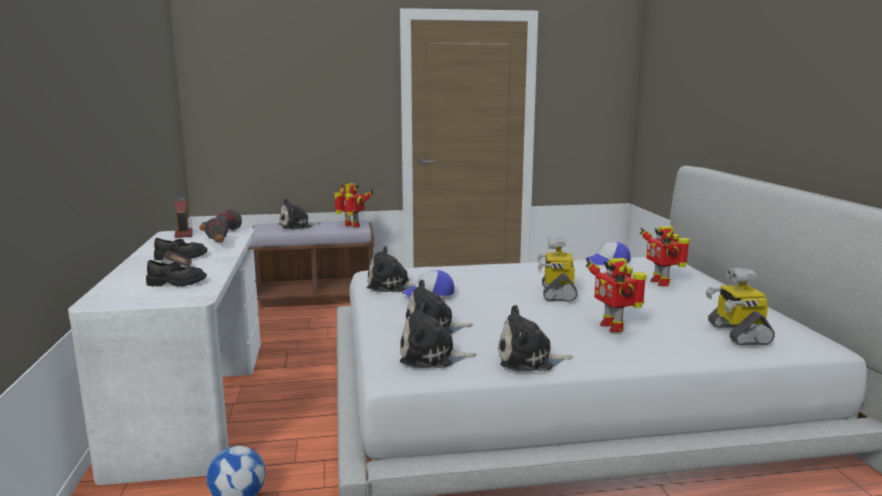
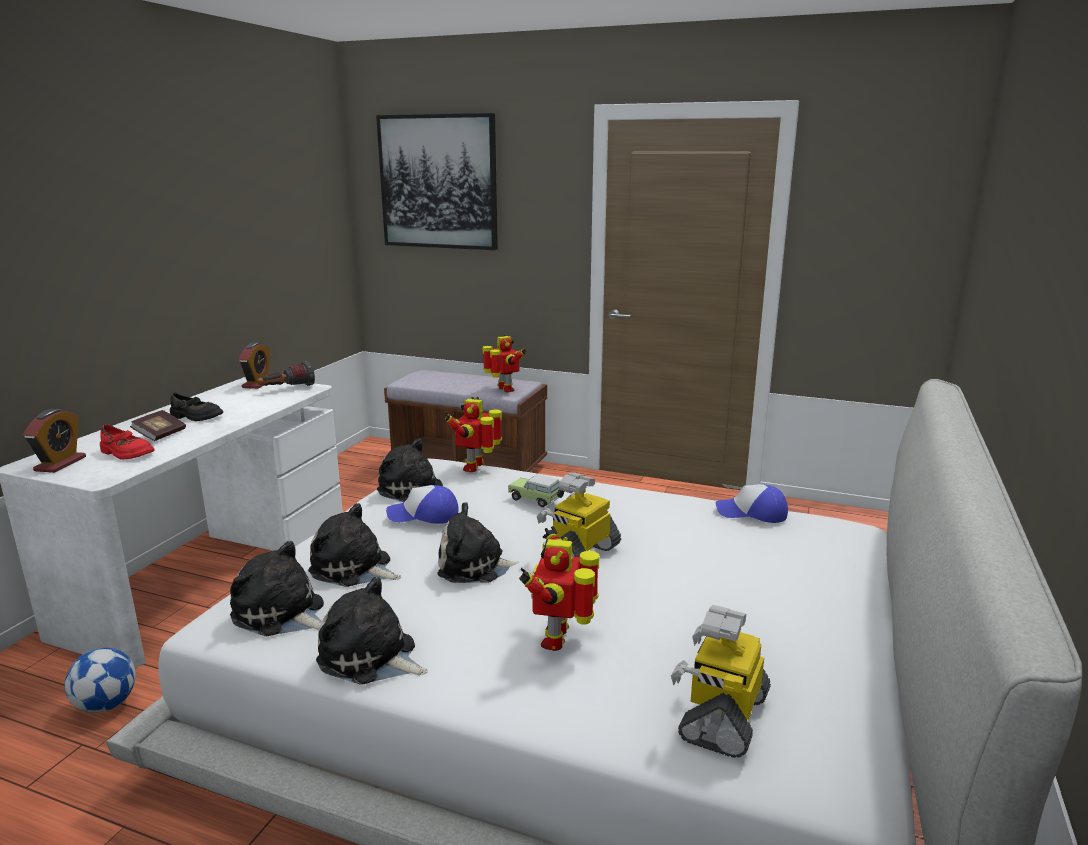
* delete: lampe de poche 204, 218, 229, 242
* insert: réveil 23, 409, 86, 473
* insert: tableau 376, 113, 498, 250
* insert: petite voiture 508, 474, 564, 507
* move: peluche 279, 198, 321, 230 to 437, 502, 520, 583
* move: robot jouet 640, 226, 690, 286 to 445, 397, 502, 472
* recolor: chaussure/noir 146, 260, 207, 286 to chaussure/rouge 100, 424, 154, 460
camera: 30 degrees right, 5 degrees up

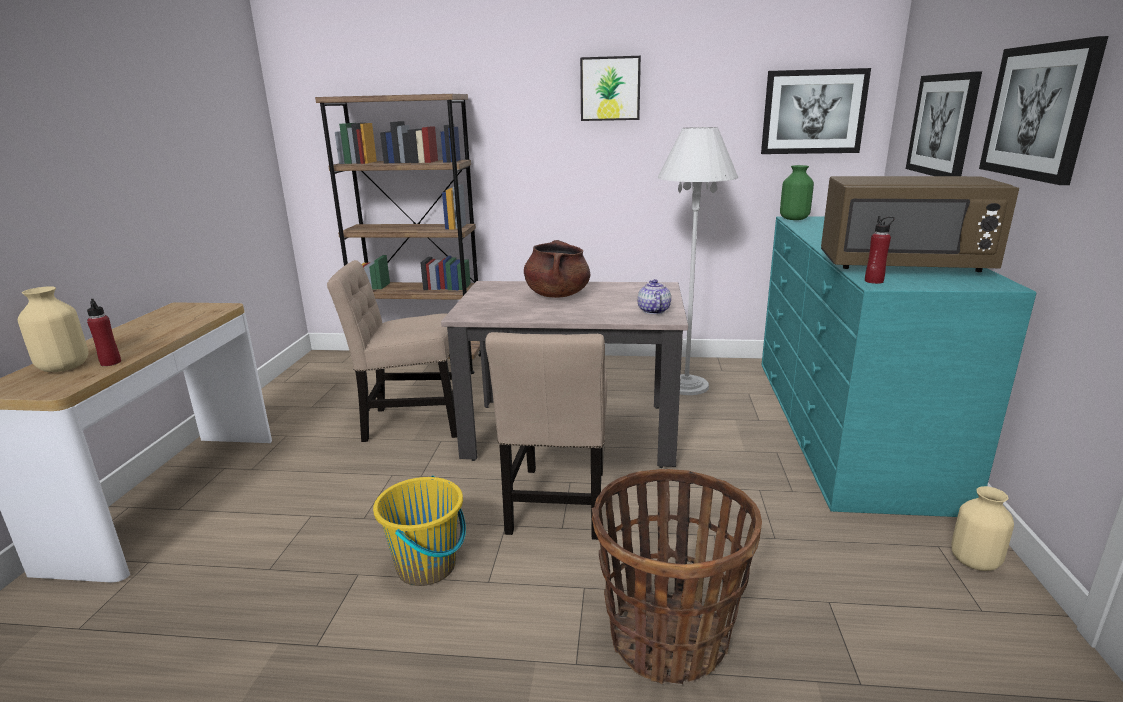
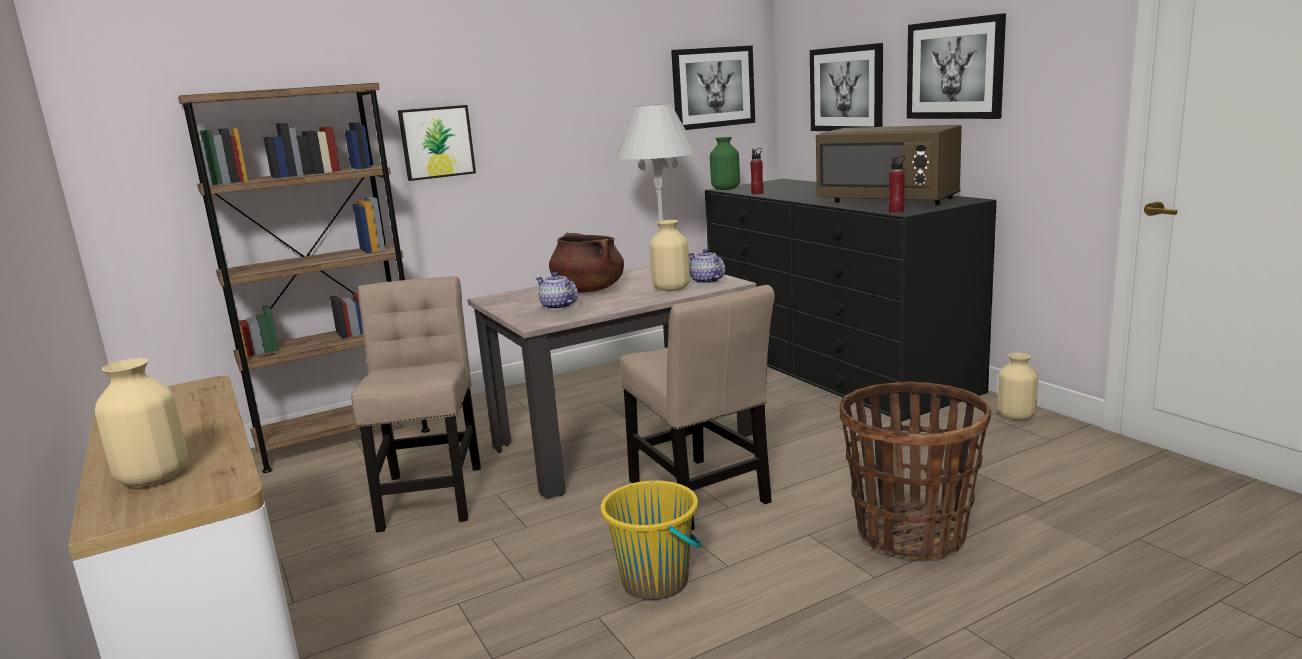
* insert: théière 536, 272, 578, 310
* insert: vase/beige 649, 220, 690, 291
* move: bouteille/rouge 87, 299, 121, 366 to 750, 148, 764, 194
* move: tableau 580, 56, 641, 121 to 398, 105, 476, 181
* recolor: commode/turquoise 762, 216, 1037, 517 to commode/noir 705, 179, 996, 422
* rotate: chaise/beige 327, 260, 457, 442 = 351, 276, 481, 532 120 degrees clockwise
* rotate: micro-ondes/marron 821, 176, 1019, 272 = 816, 125, 962, 205 60 degrees clockwise
camera: 35 degrees left, 5 degrees down

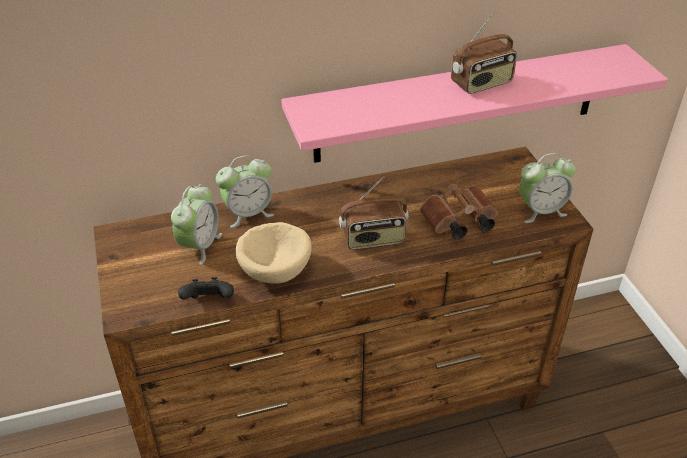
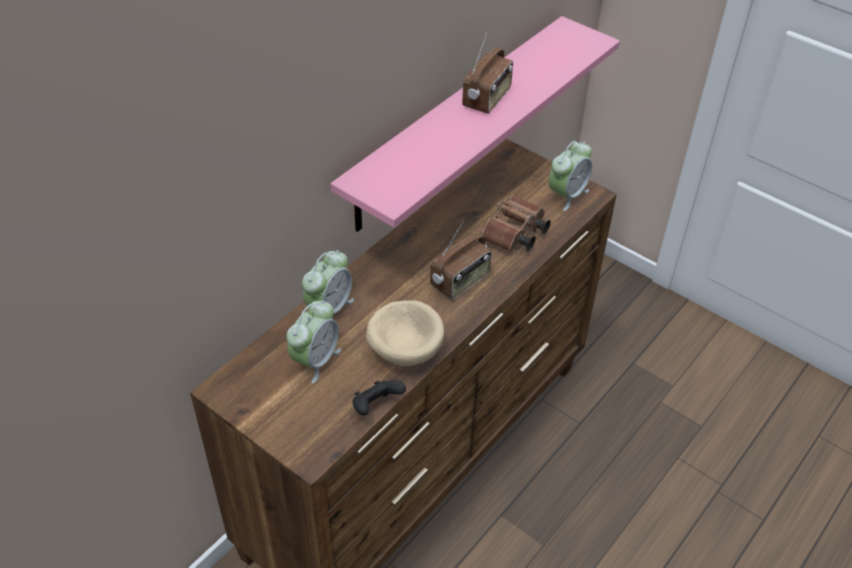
* rotate: réveil 171, 184, 222, 265 = 286, 300, 341, 384 45 degrees clockwise
camera: 35 degrees left, 5 degrees up

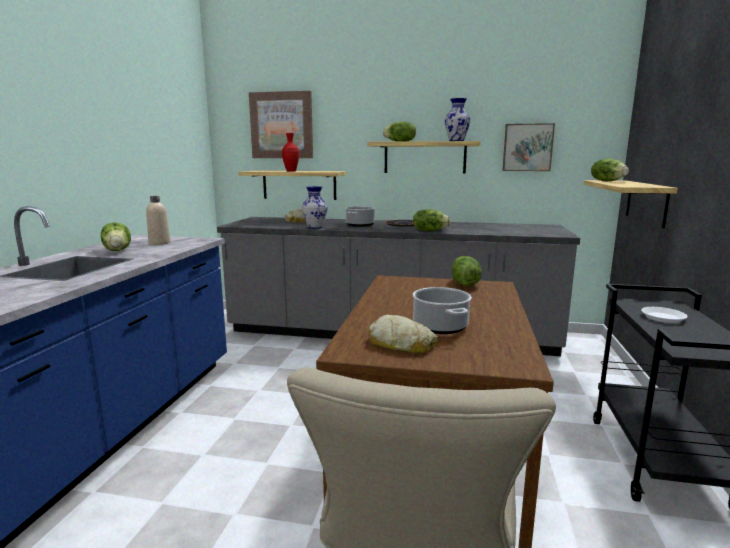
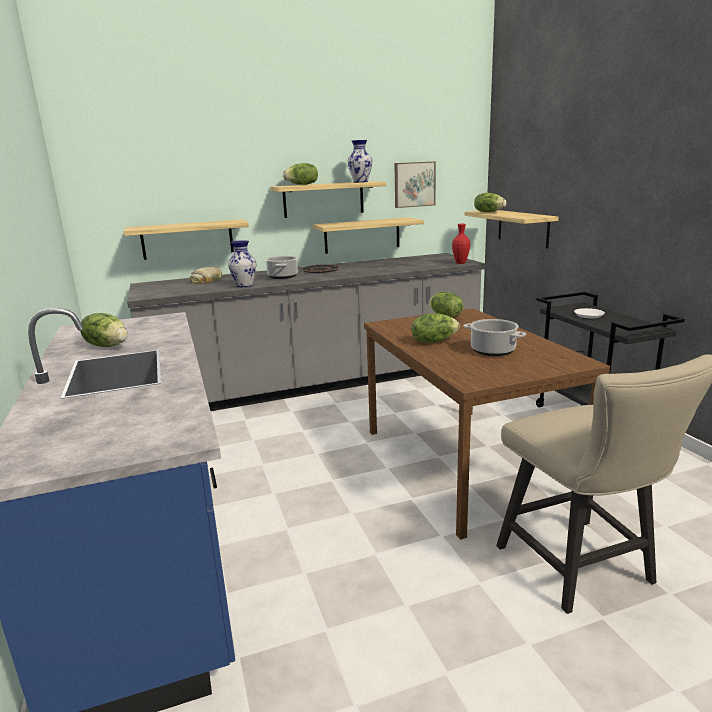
* delete: bouteille/beige 146, 196, 170, 245
* delete: tableau 249, 91, 313, 158
* delete: pain 368, 315, 438, 353
* insert: étagère 313, 217, 424, 254
* move: vase/rouge 282, 133, 299, 172 to 452, 224, 470, 264
* move: laitue 413, 209, 451, 231 to 412, 313, 459, 343
camera: 30 degrees left, 5 degrees up

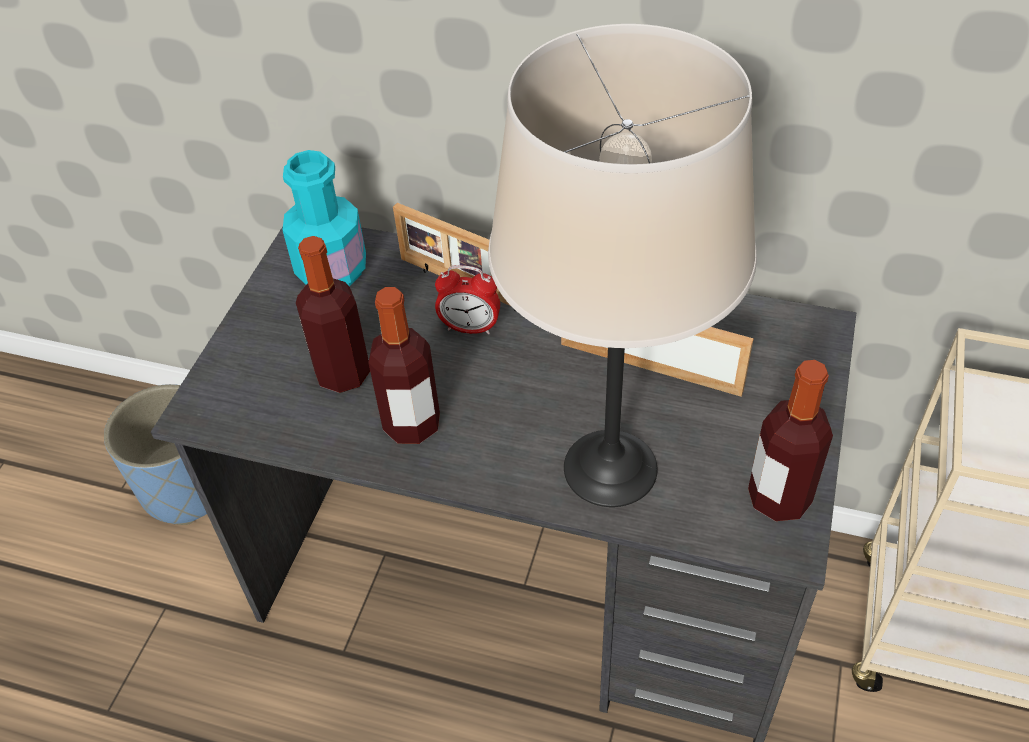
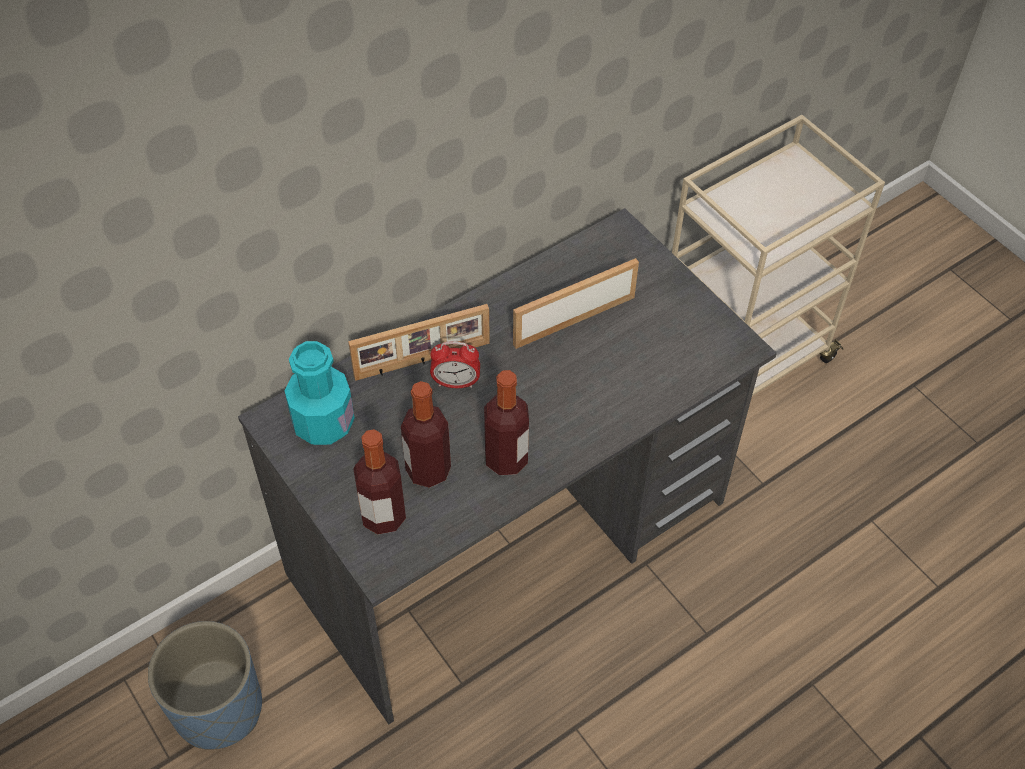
* delete: lampe de table/beige 488, 24, 757, 507
* move: bouteille 748, 360, 833, 521 to 353, 429, 406, 534
* rotate: réveil 435, 265, 500, 334 = 430, 342, 480, 388 45 degrees clockwise
camera: 55 degrees left, 5 degrees up

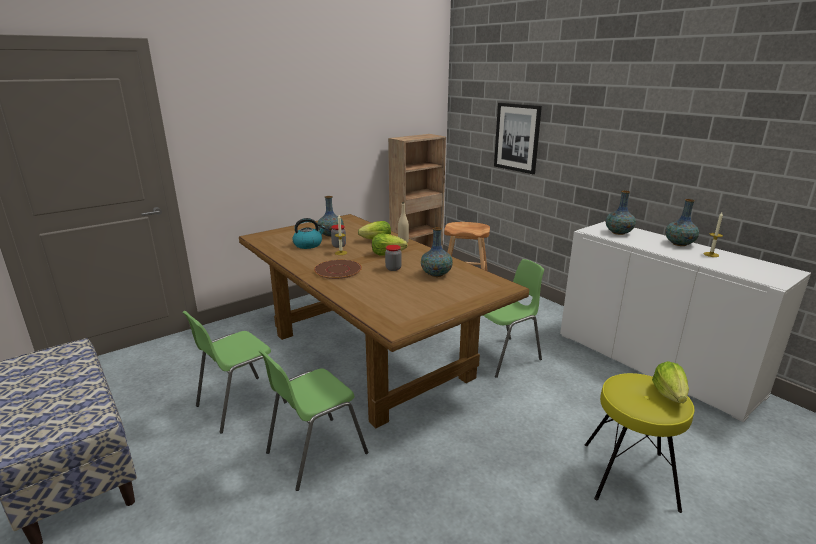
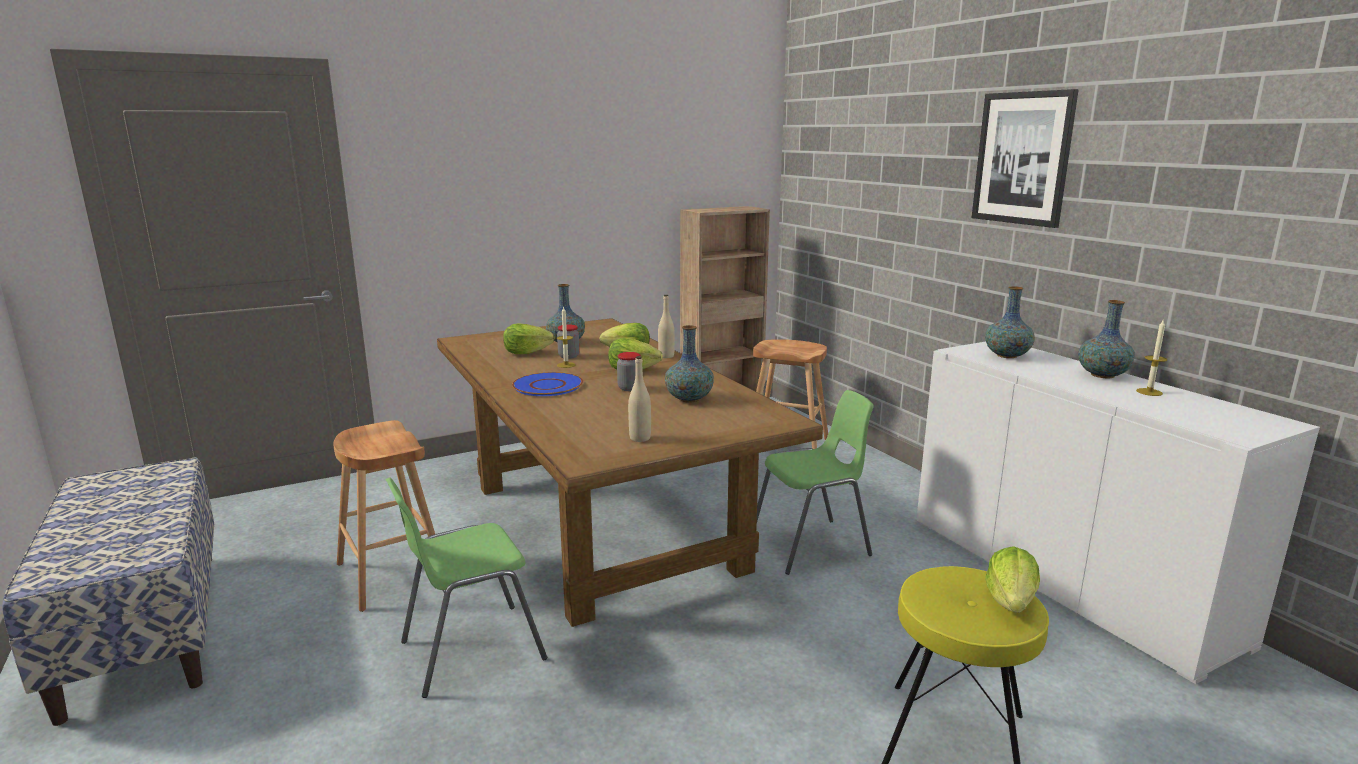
* insert: bouteille/beige 628, 356, 651, 442
* move: tableau 494, 103, 542, 174 to 972, 89, 1079, 228
* replace: chaise/vert 182, 311, 287, 433 to tabouret/marron 333, 420, 435, 612
* replace: bouilloire 293, 218, 326, 249 to laitue 503, 323, 555, 354
* recolor: assiette/marron 314, 260, 362, 279 to assiette/bleu 512, 372, 583, 396
camera: 10 degrees right, 5 degrees down

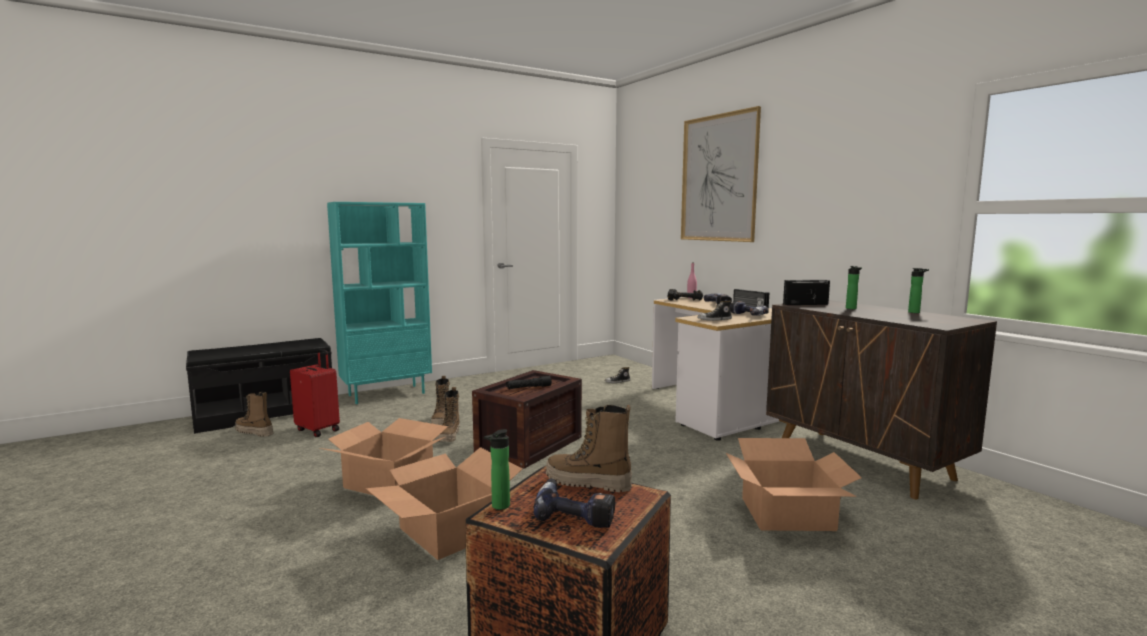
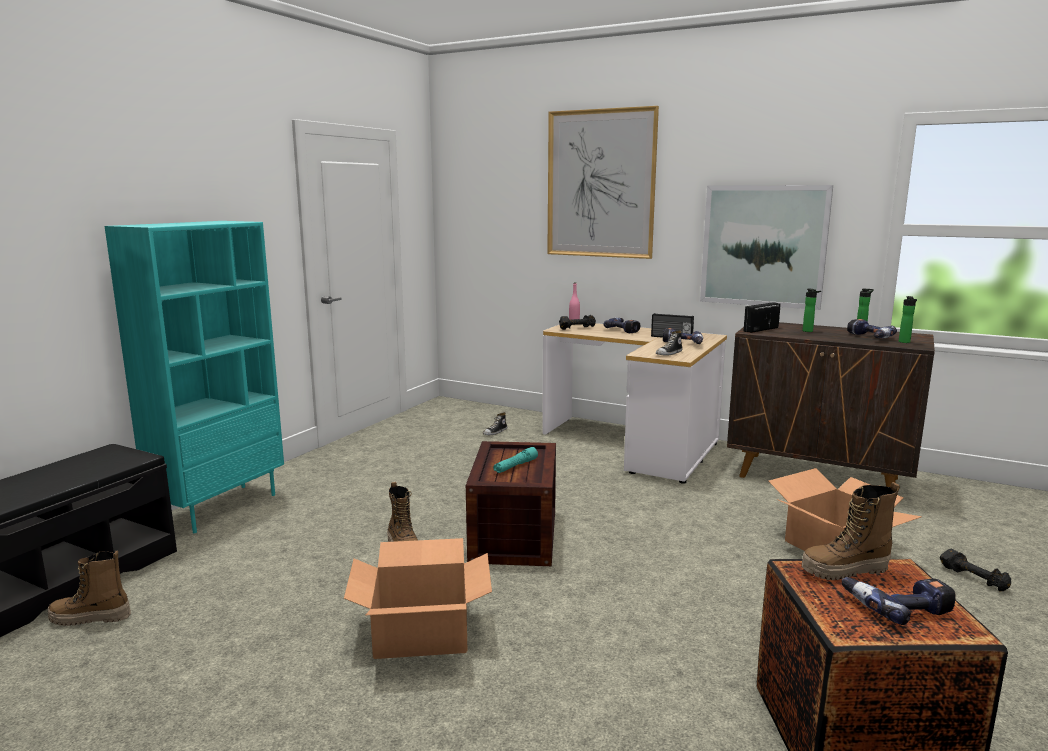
* delete: valise/rouge 290, 349, 340, 437
* delete: carton 366, 447, 522, 560
* delete: botte 431, 376, 450, 425
* insert: tableau 700, 185, 833, 310
* insert: perceuse 847, 319, 897, 338
* insert: haltère/noir 940, 548, 1011, 591
* move: bouteille 484, 429, 510, 510 to 899, 296, 917, 343
* recolor: lampe de poche/noir 506, 376, 552, 389 to lampe de poche/turquoise 493, 447, 538, 473
camera: 30 degrees left, 5 degrees up

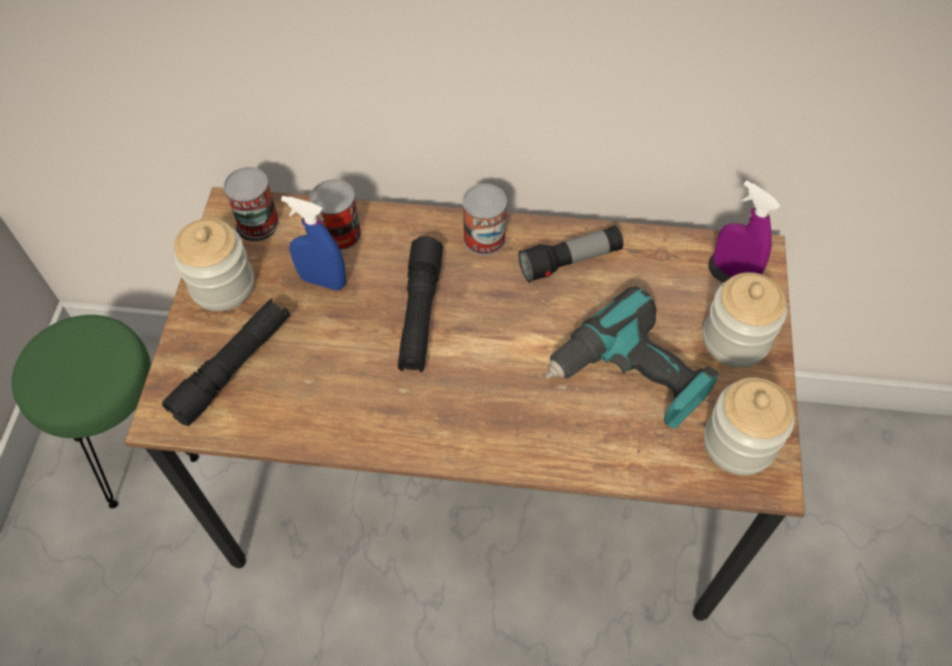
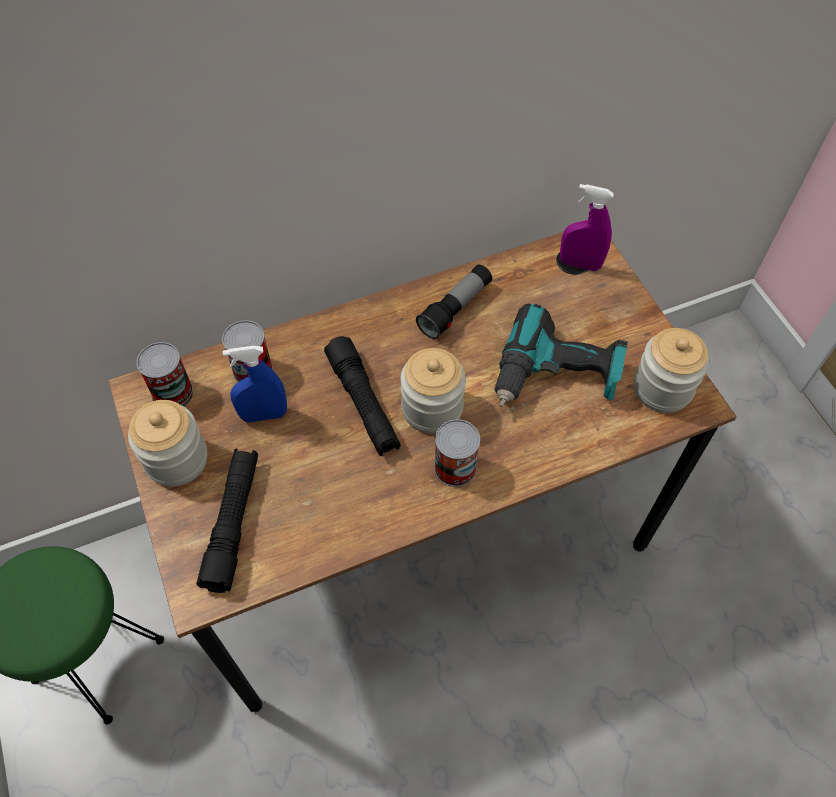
* move: boîte métallique 462, 184, 507, 255 to 434, 419, 480, 487
* move: bocal 703, 272, 787, 368 to 401, 348, 466, 434
camera: 30 degrees left, 0 degrees up

